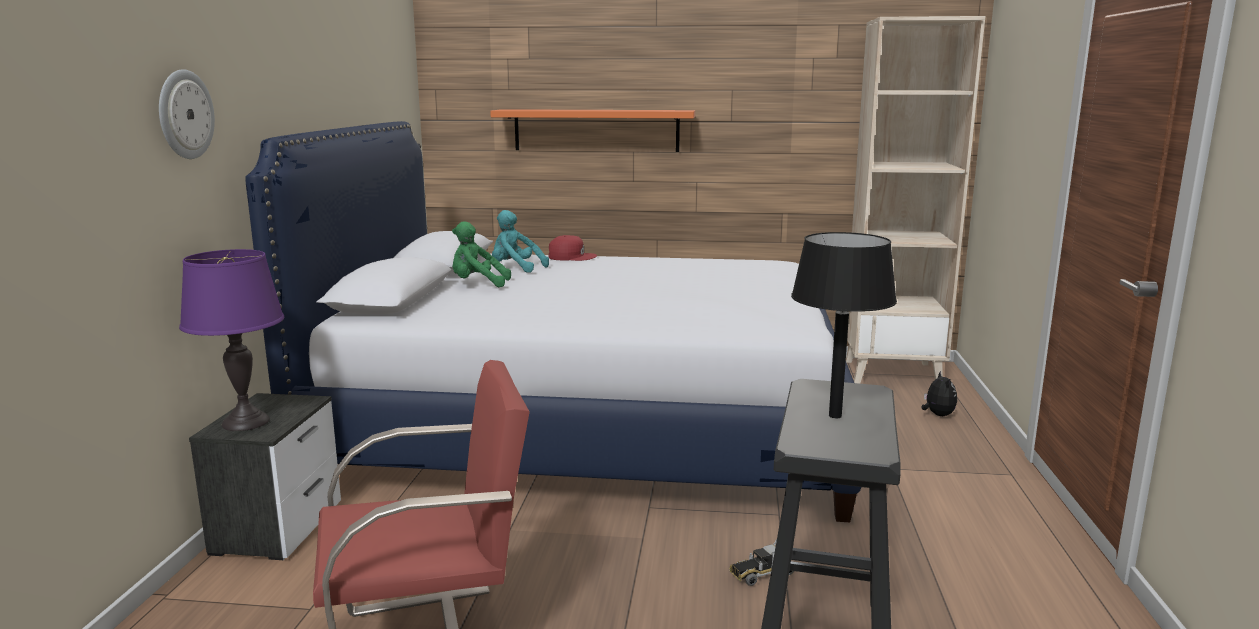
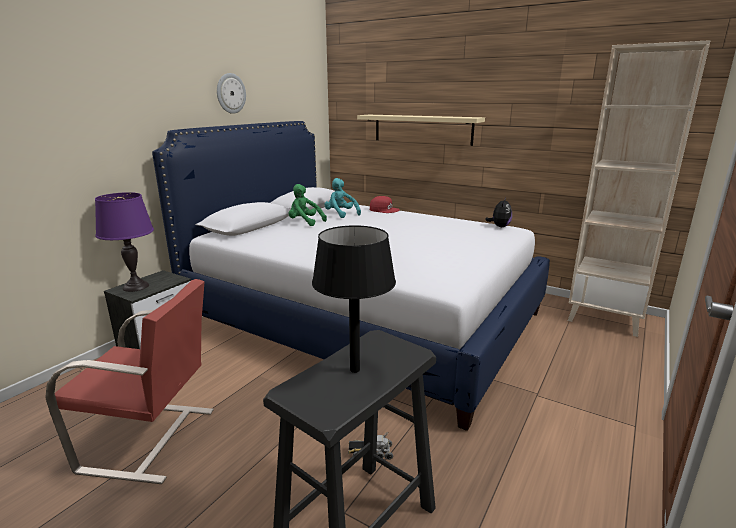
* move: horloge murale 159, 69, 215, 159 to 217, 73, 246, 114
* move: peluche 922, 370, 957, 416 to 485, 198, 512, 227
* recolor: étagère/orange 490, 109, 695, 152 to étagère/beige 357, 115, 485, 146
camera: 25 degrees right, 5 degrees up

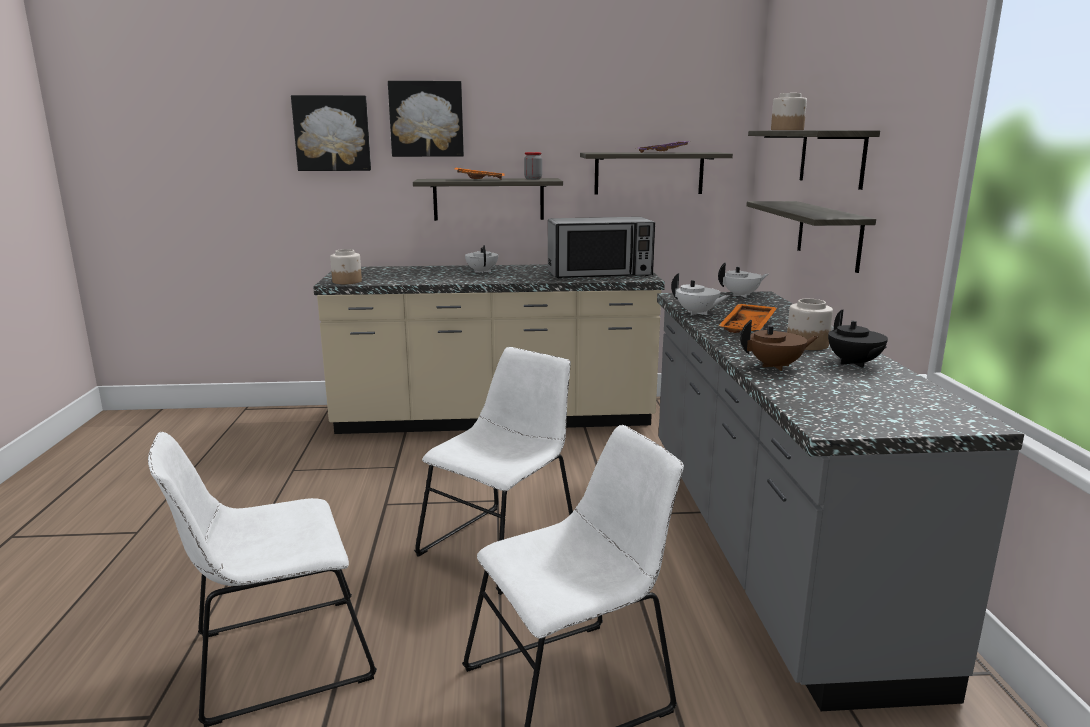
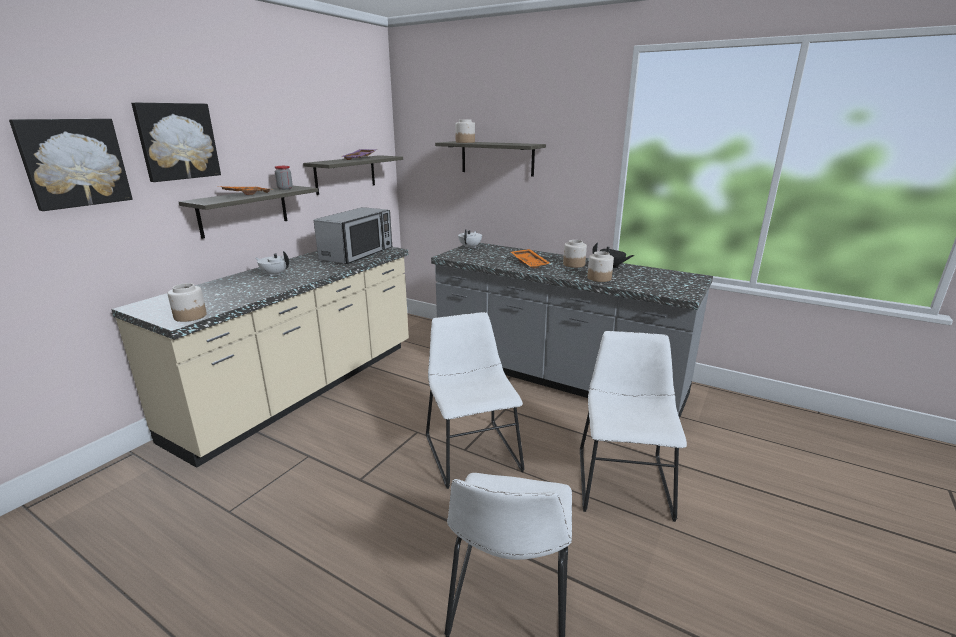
* delete: théière/blanc 671, 273, 730, 316
* delete: étagère 746, 201, 876, 273
* replace: théière/marron 740, 320, 818, 371 to bocal 587, 251, 614, 282
camera: 55 degrees left, 5 degrees up

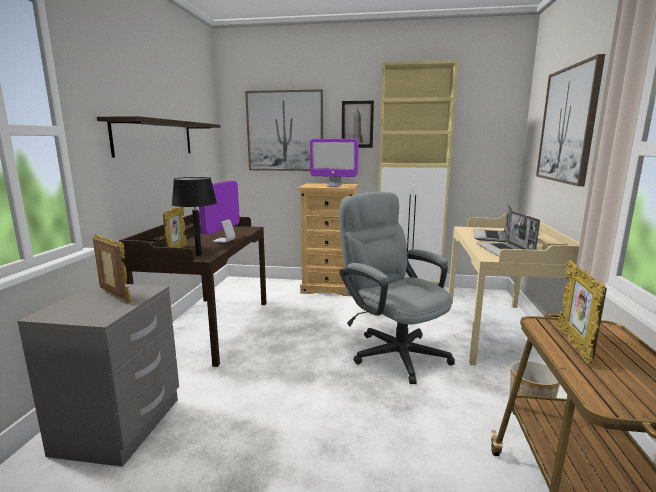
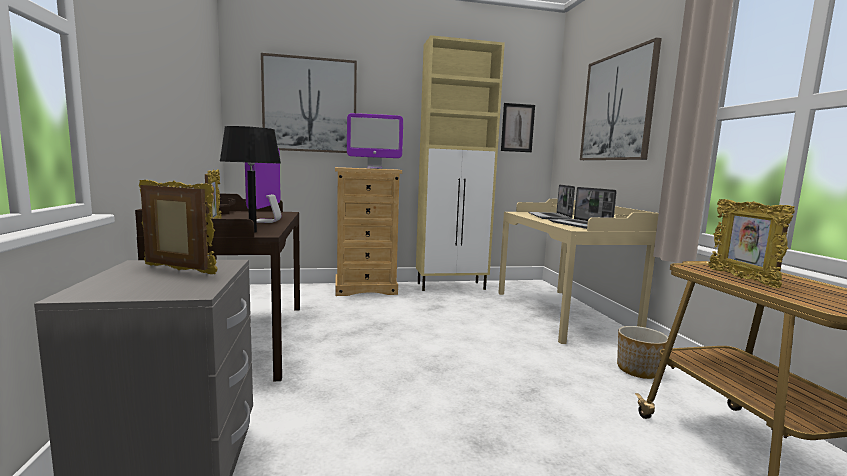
* delete: étagère 97, 116, 221, 158
* delete: chaise de bureau/gris 339, 192, 455, 384
* move: tableau 342, 101, 374, 148 to 501, 103, 535, 152
camera: 20 degrees left, 5 degrees down

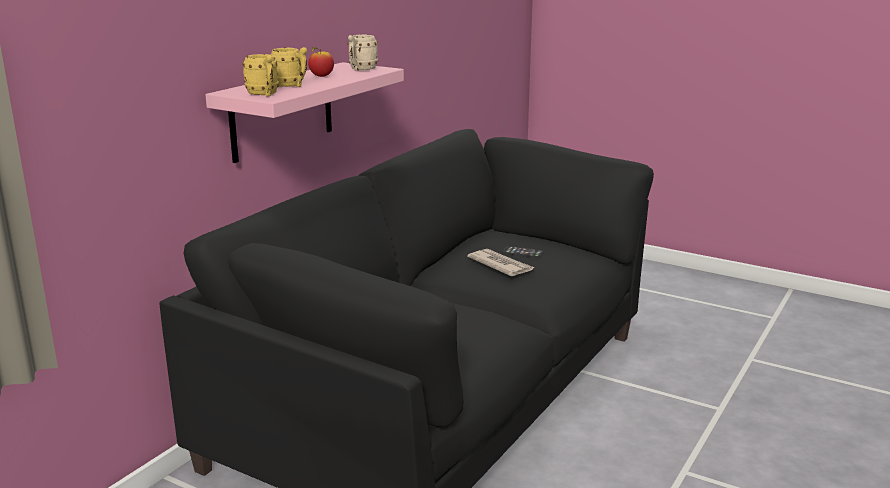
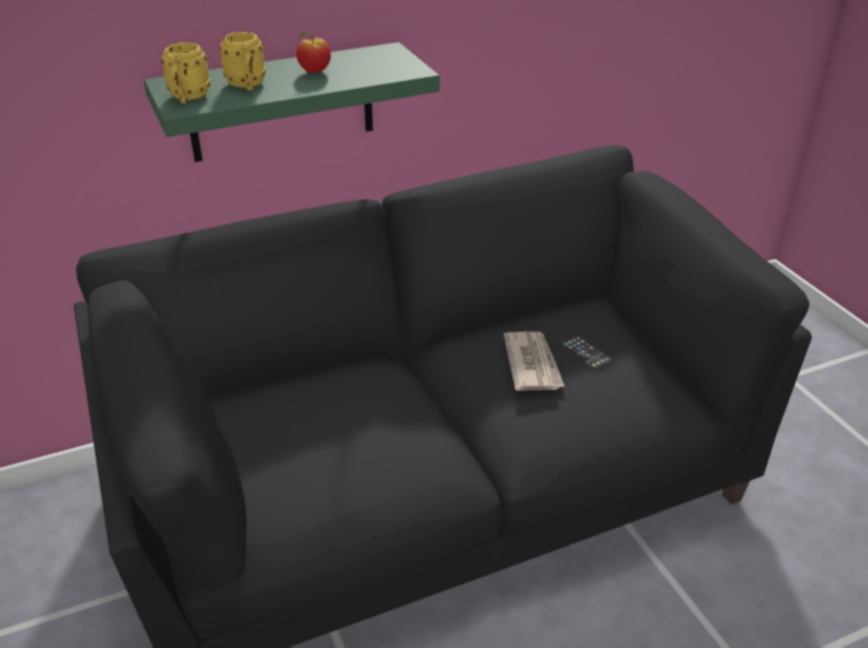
* delete: mug/beige 347, 34, 378, 71
* recolor: étagère/rose 205, 62, 404, 163 to étagère/vert 144, 42, 440, 162
camera: 35 degrees right, 15 degrees up

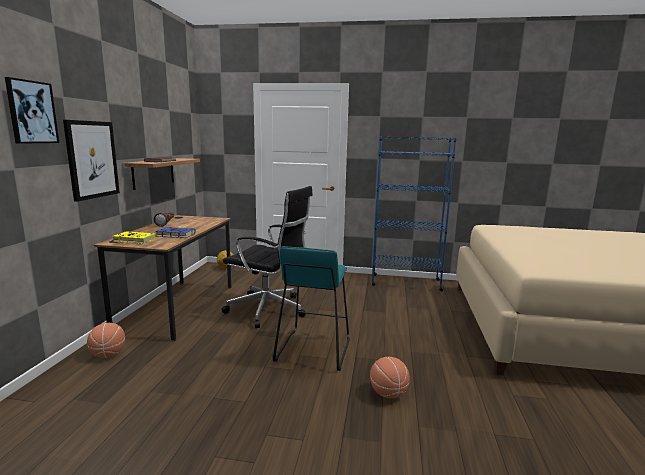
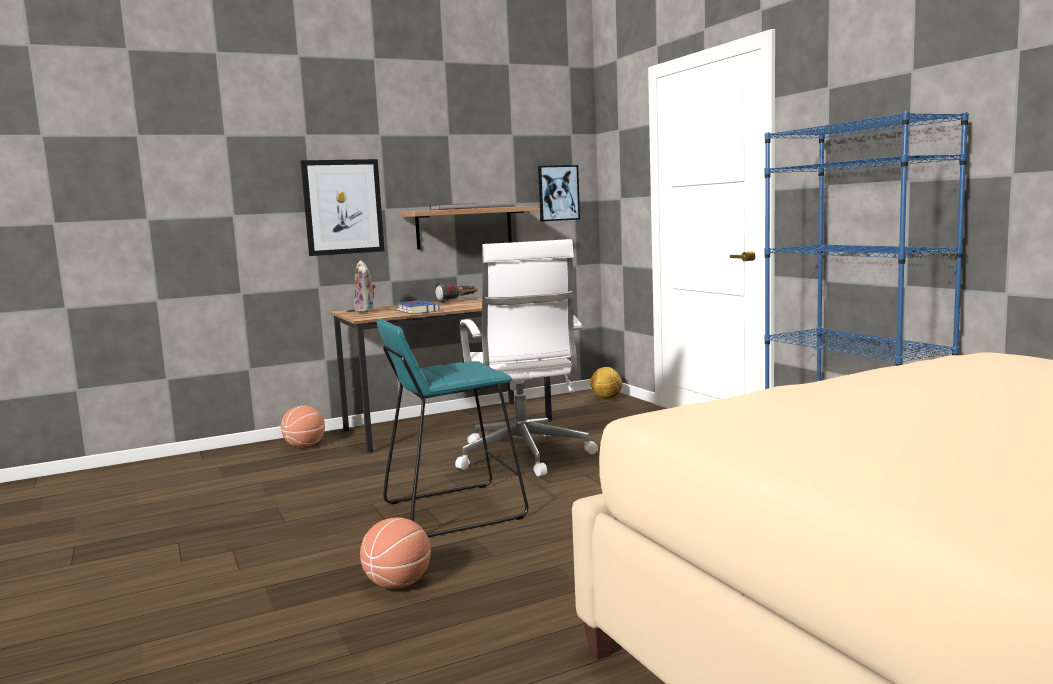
* move: tableau 5, 77, 59, 144 to 538, 165, 580, 222
* replace: livre/jaune 112, 231, 156, 244 to peluche 354, 260, 376, 313
* recolor: chaise de bureau/noir 221, 186, 313, 328 to chaise de bureau/blanc 455, 239, 598, 477
camera: 55 degrees right, 5 degrees down

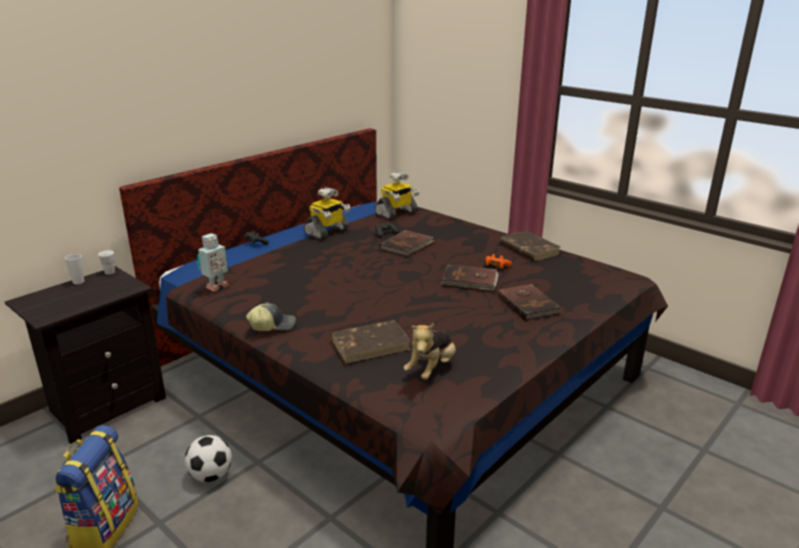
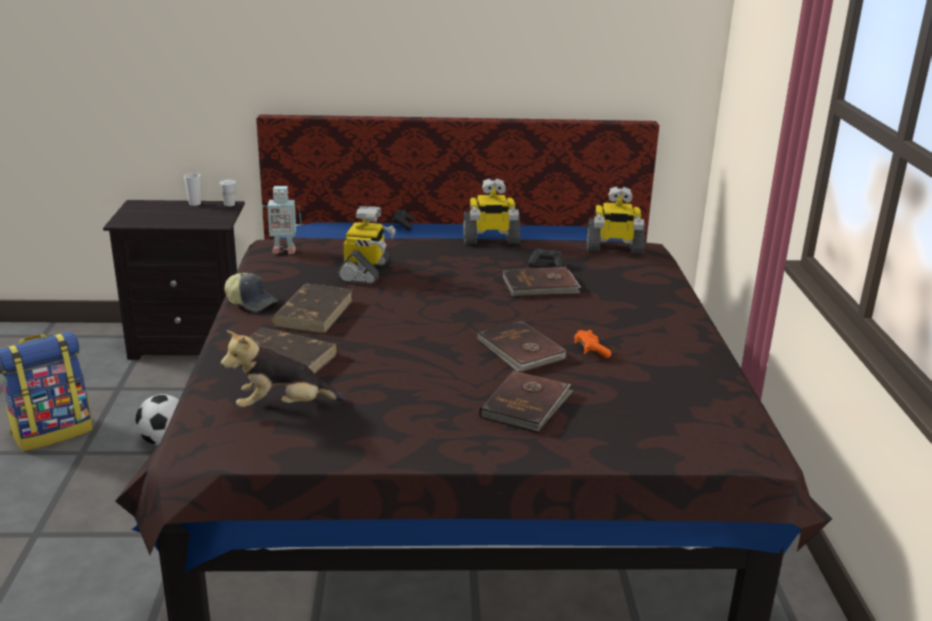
* insert: robot jouet 337, 206, 396, 285
* move: livre/marron 500, 231, 560, 261 to 271, 284, 353, 333
camera: 45 degrees right, 0 degrees up

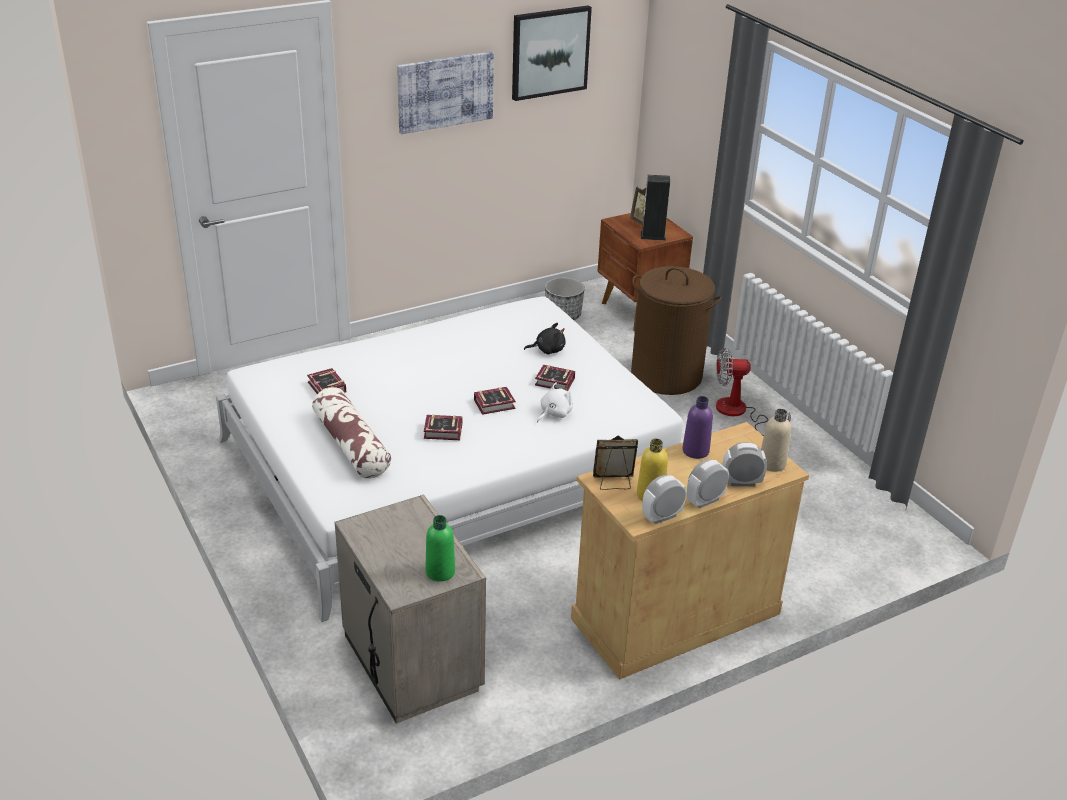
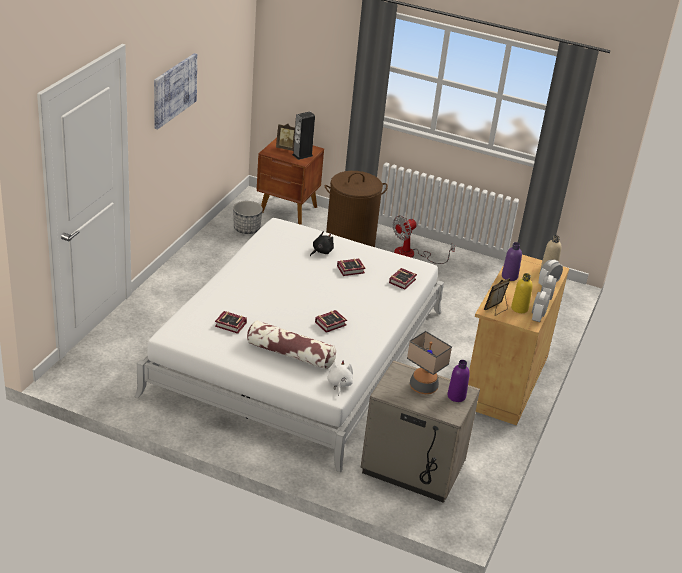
* delete: tableau 512, 5, 592, 101
* insert: lampe de table 407, 331, 452, 394
* move: livre 474, 387, 516, 415 to 389, 268, 417, 290
* move: peluche/blanc 537, 382, 573, 423 to 327, 360, 353, 396
* recolor: bouteille/vert 425, 515, 455, 582 to bouteille/violet 447, 360, 470, 402
camera: 40 degrees left, 0 degrees up

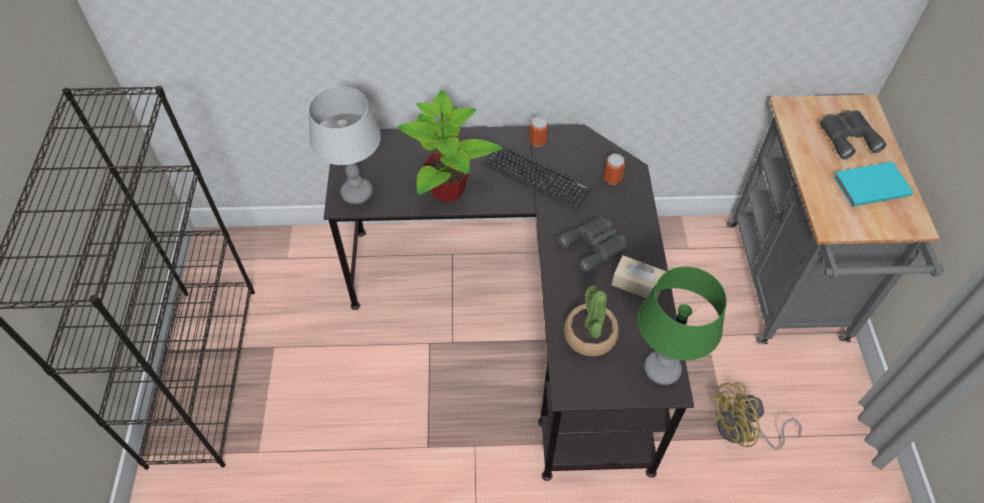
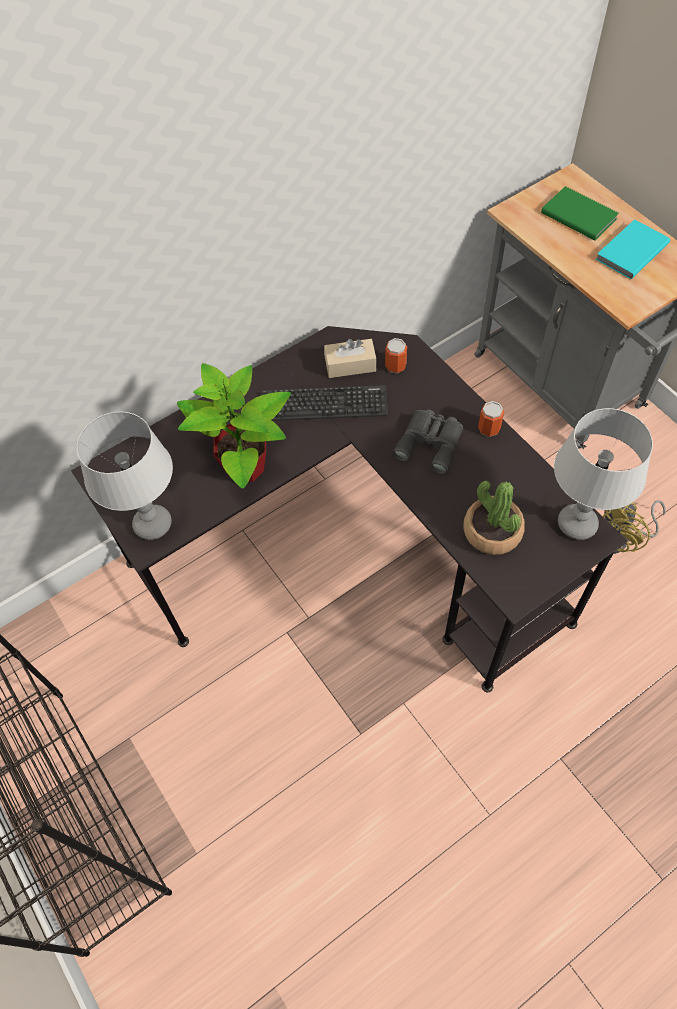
* move: boîte métallique 529, 116, 548, 147 to 478, 401, 504, 437
* move: boîte à mouchoirs/beige 611, 255, 667, 299 to 324, 339, 376, 378
* replace: jumelles/gris 820, 110, 887, 159 to livre/vert 541, 186, 619, 241
* recolor: lampe de table/vert 638, 266, 727, 385 to lampe de table/gris 554, 408, 653, 540
camera: 30 degrees left, 5 degrees up

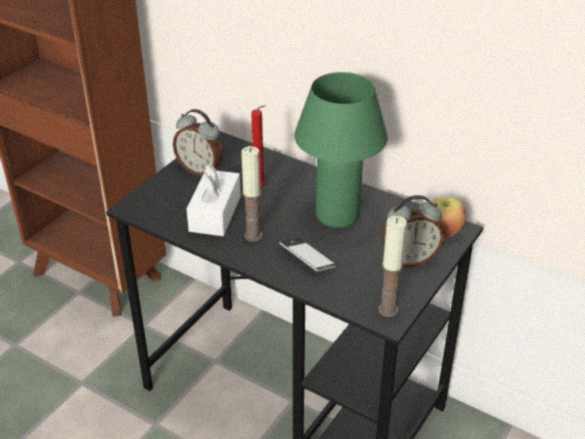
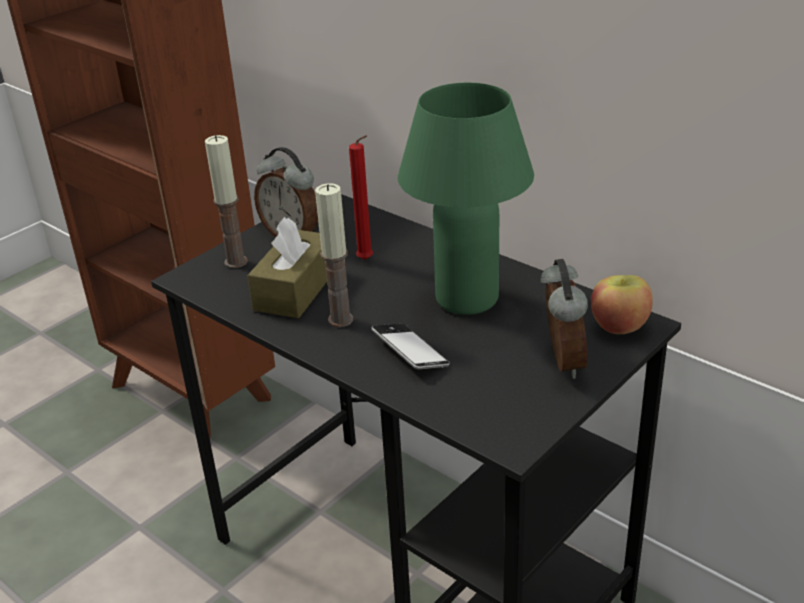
* move: bougie 378, 216, 406, 317 to 205, 135, 248, 268
* recolor: boîte à mouchoirs/blanc 186, 165, 241, 236 to boîte à mouchoirs/marron 247, 217, 327, 319
* rotate: réveil 382, 195, 444, 267 = 541, 259, 588, 379 90 degrees counterclockwise
camera: 10 degrees right, 5 degrees down

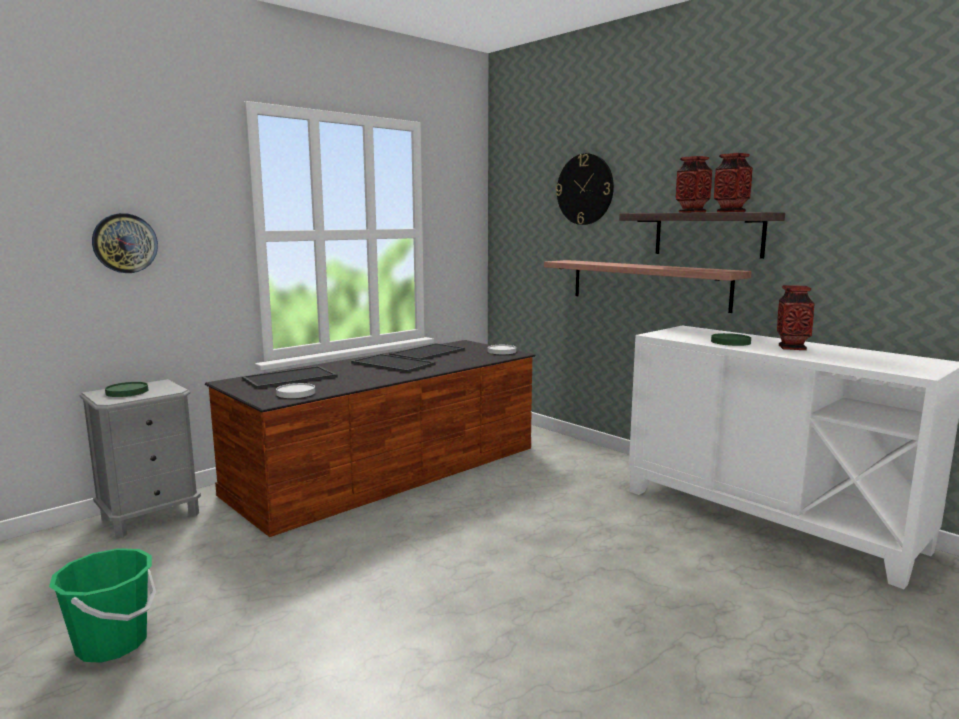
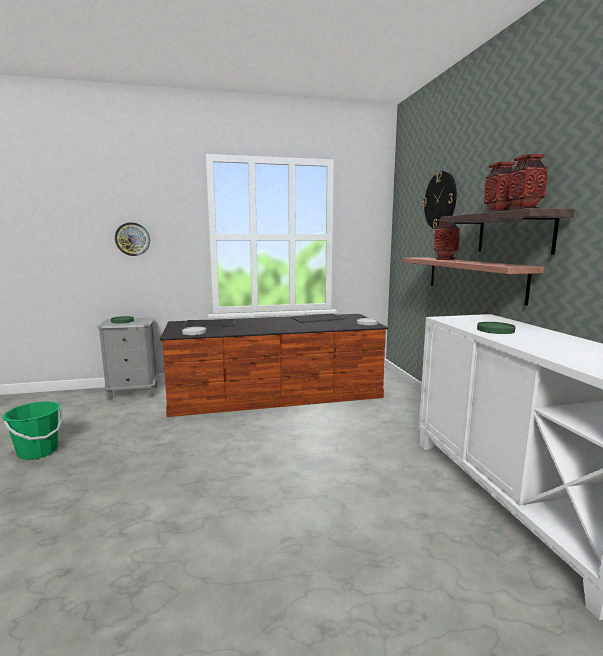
* delete: plateau 351, 354, 435, 373
* move: vase 777, 285, 815, 350 to 434, 219, 460, 260
camera: 30 degrees right, 0 degrees up

